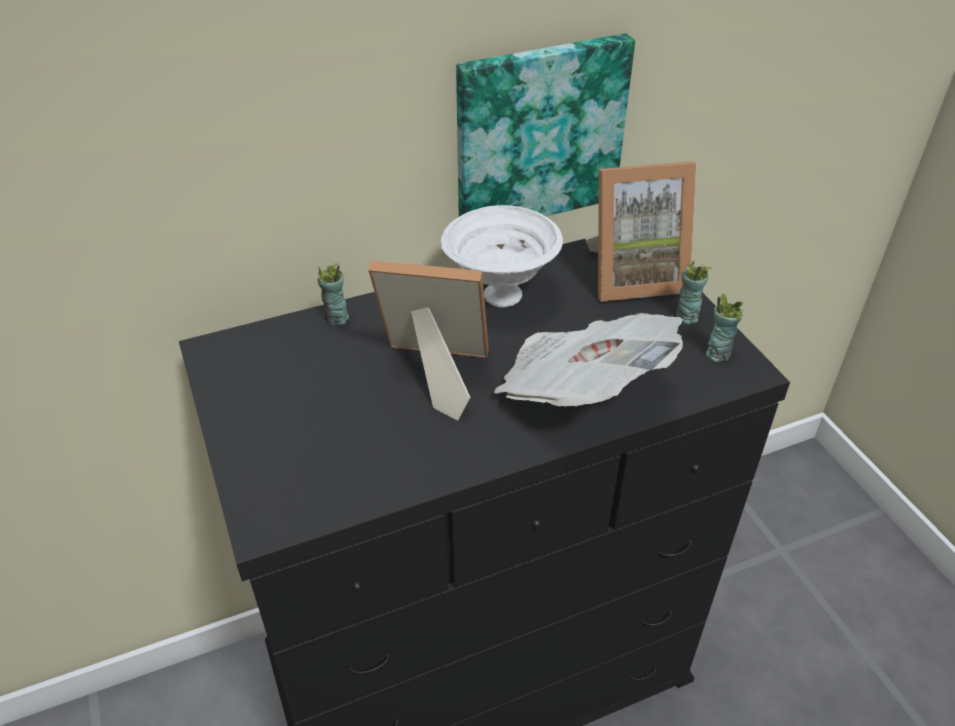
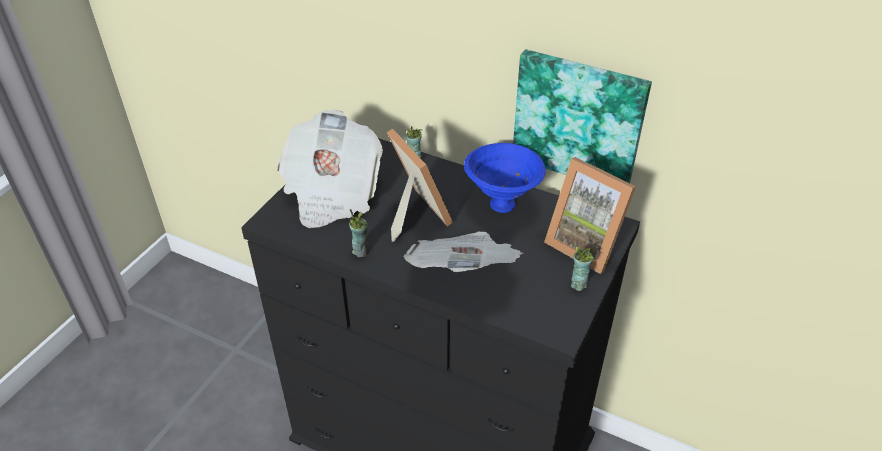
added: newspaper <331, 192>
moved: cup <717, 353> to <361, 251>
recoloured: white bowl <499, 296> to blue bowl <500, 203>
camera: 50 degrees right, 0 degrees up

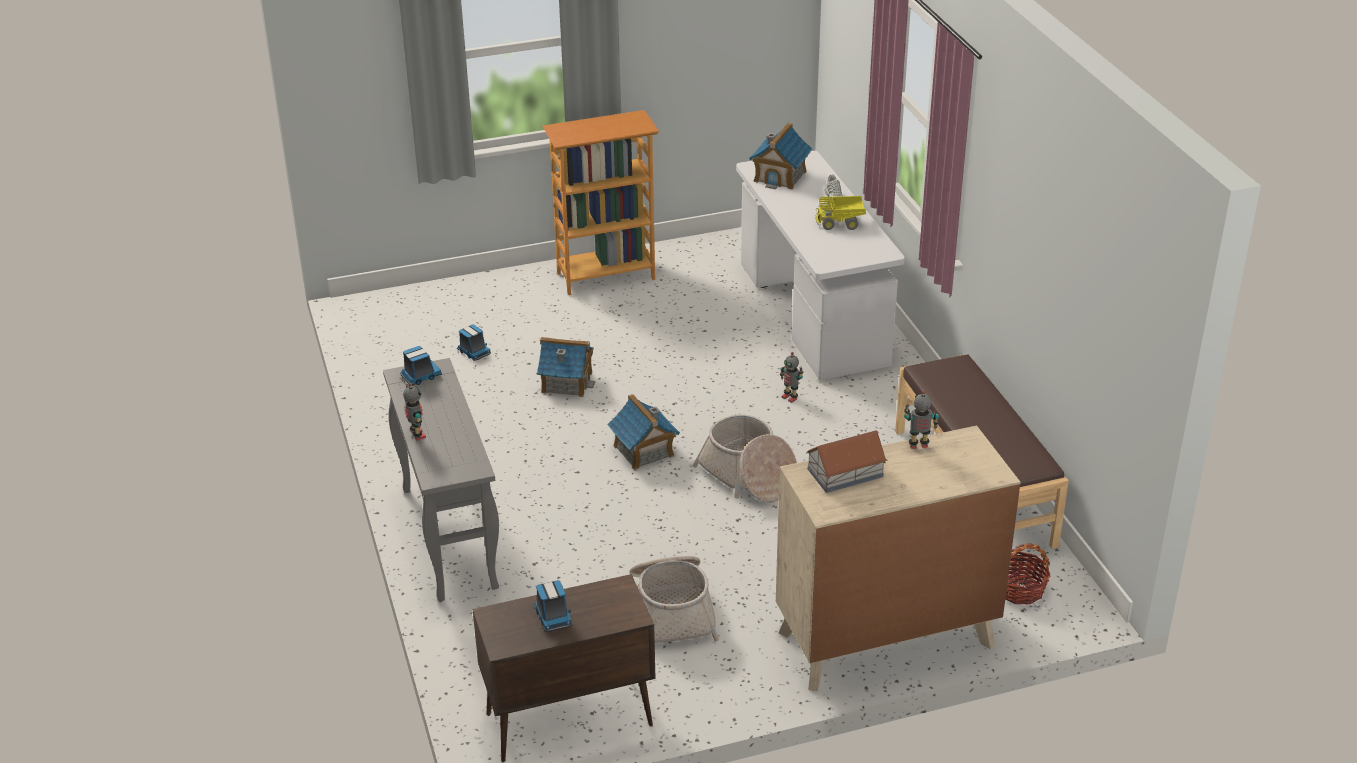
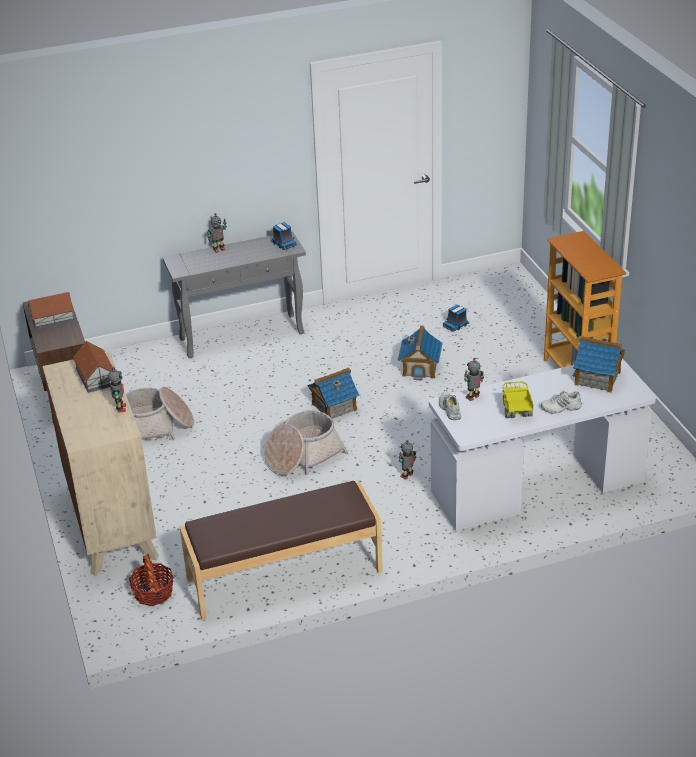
added: toy robot <473, 397>; white shoe <449, 409>
replaced: toy truck <553, 616> to toy house <53, 319>
camera: 90 degrees right, 0 degrees up

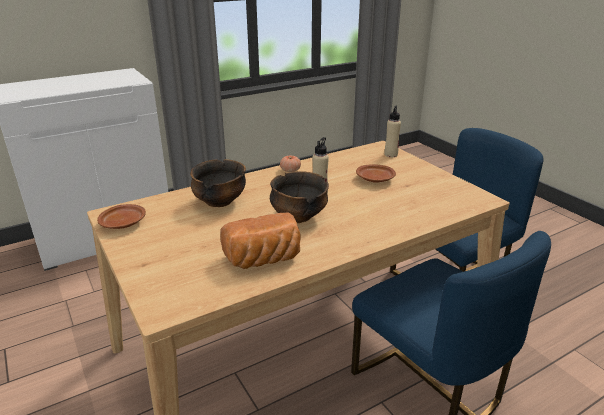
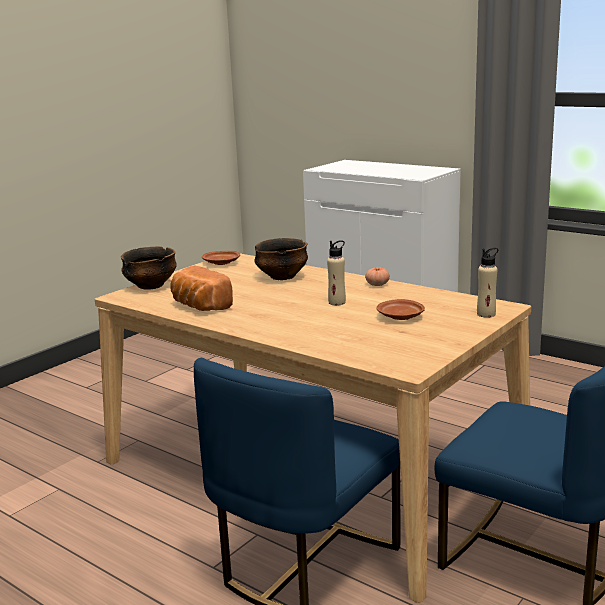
moved: bowl <298, 217> to <151, 286>
camera: 70 degrees right, 10 degrees down

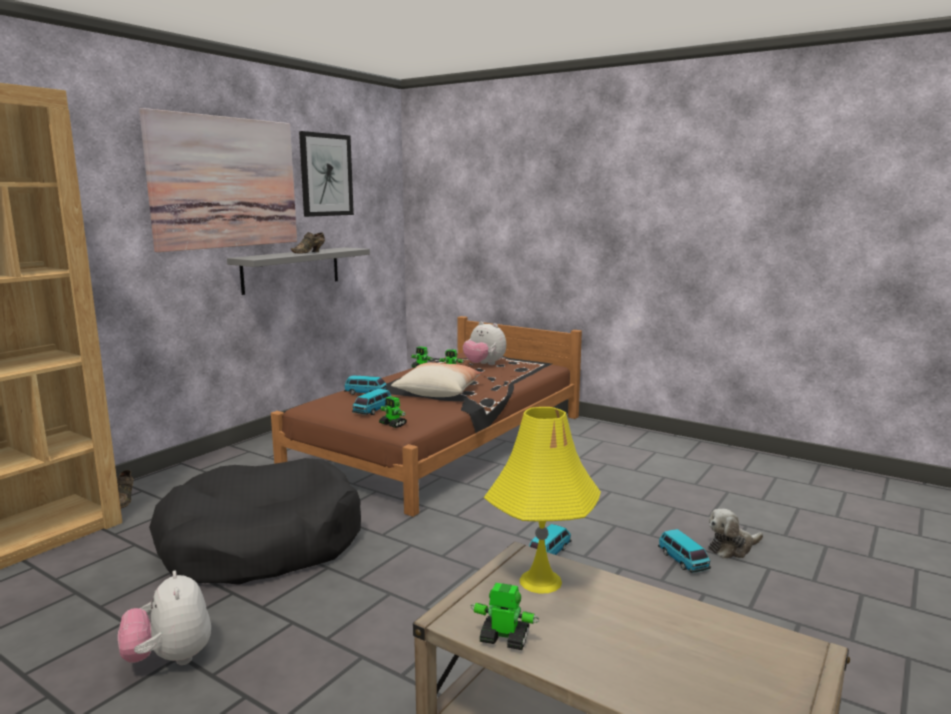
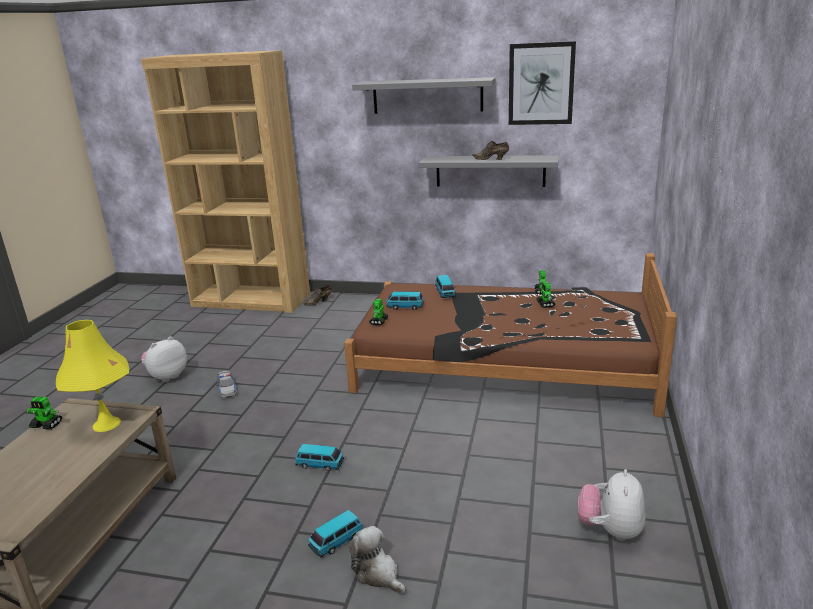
removed: pillow <438, 392>; black dog bed <261, 544>
added: toy car <227, 389>
moved: plush toy <484, 364> to <610, 530>
replaced: picture <225, 182> to grey shelf <427, 96>
turned: toy robot <504, 638> = <47, 425> 105 degrees clockwise
camera: 70 degrees right, 10 degrees up

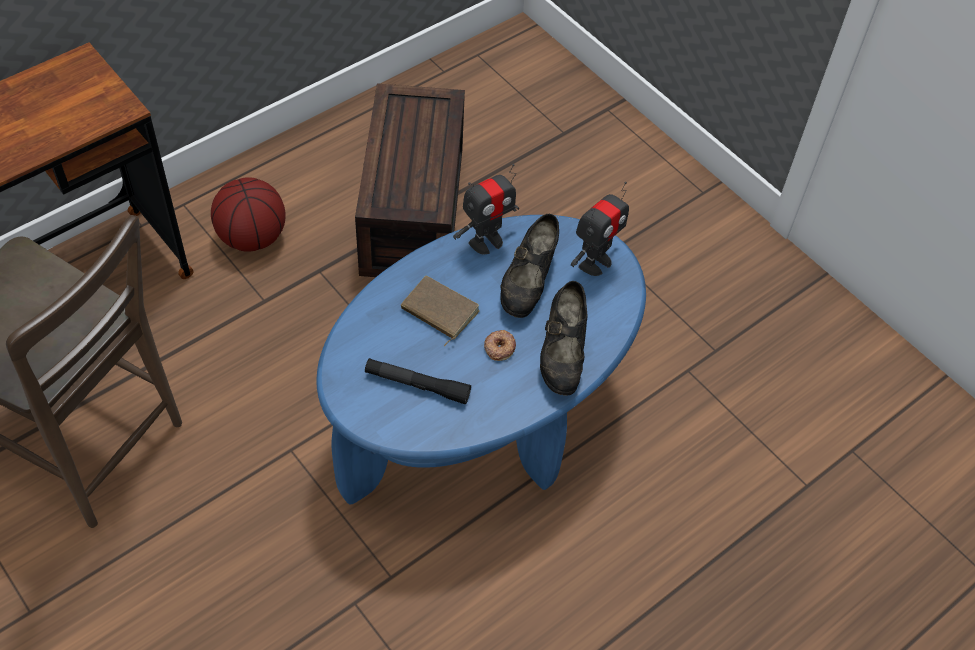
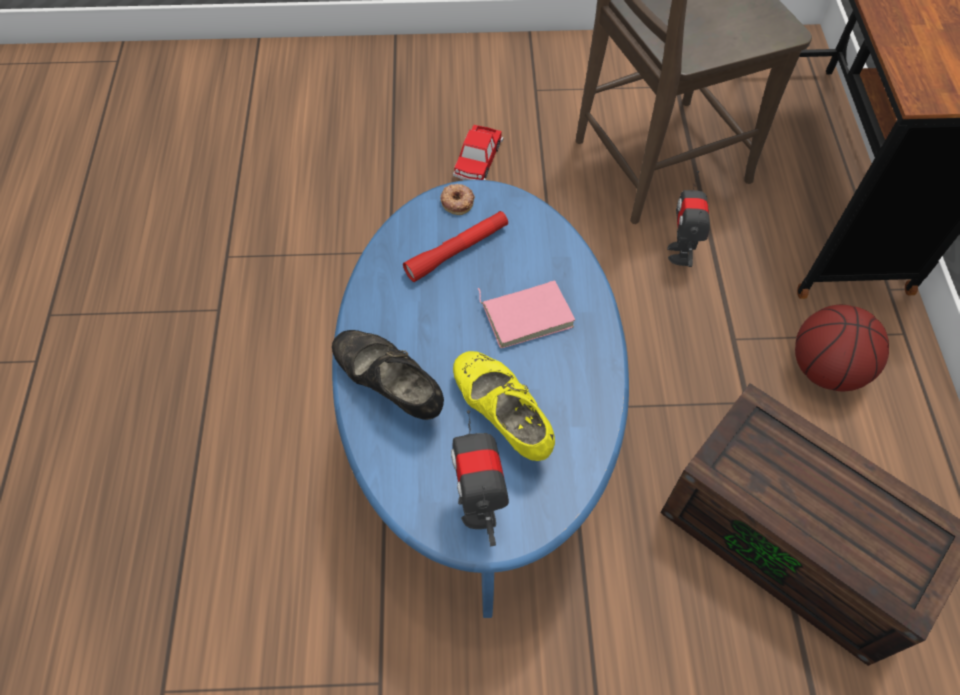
added: toy car <478, 160>
moved: toy robot <486, 241> to <680, 253>; donut <499, 347> to <457, 201>
recoloured: black shoe <528, 283> to yellow shoe <502, 417>; brown book <438, 311> to pink book <527, 314>; black flashlight <417, 385> to red flashlight <457, 251>
camera: 130 degrees right, 5 degrees up

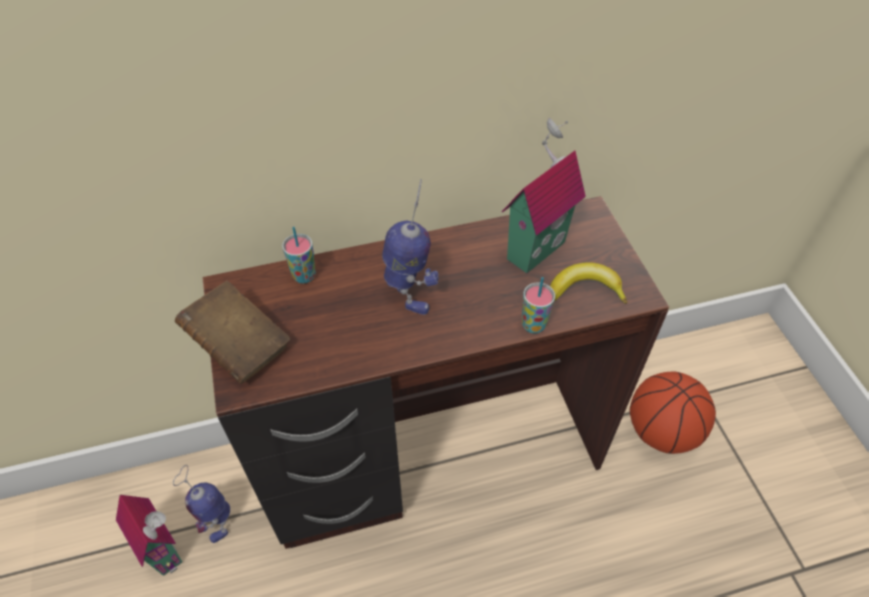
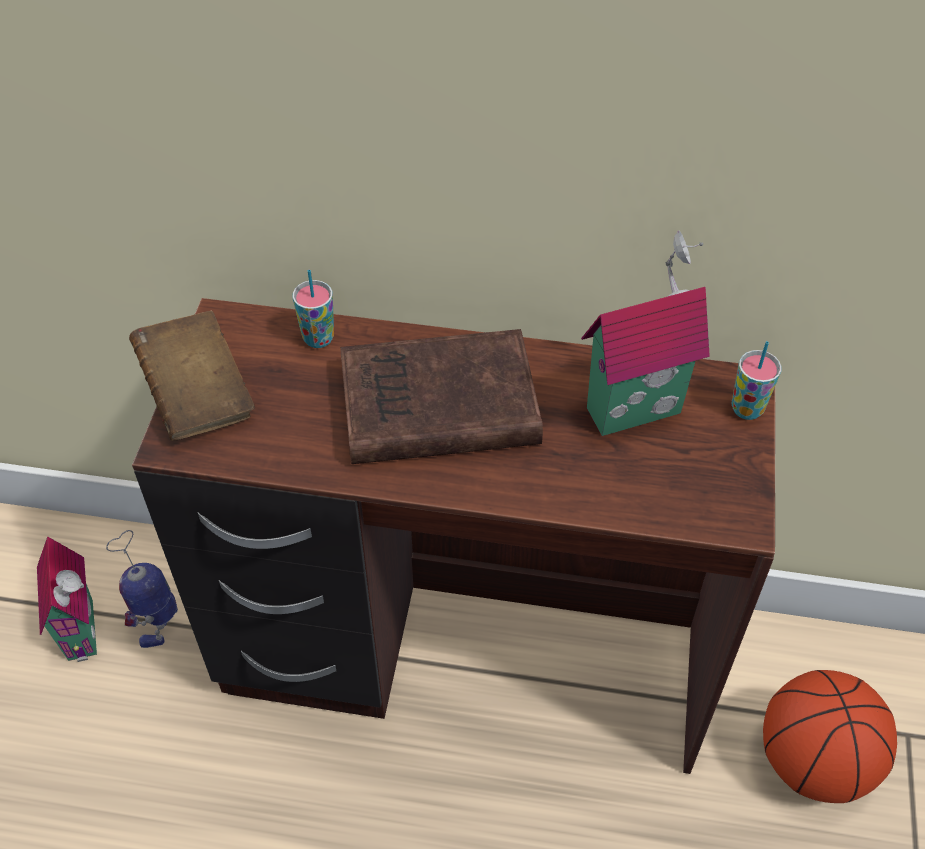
removed: banana <585, 289>
moved: cup <533, 325> to <747, 409>
replaced: toy robot <409, 293> to brown book <433, 406>
camera: 25 degrees right, 0 degrees up

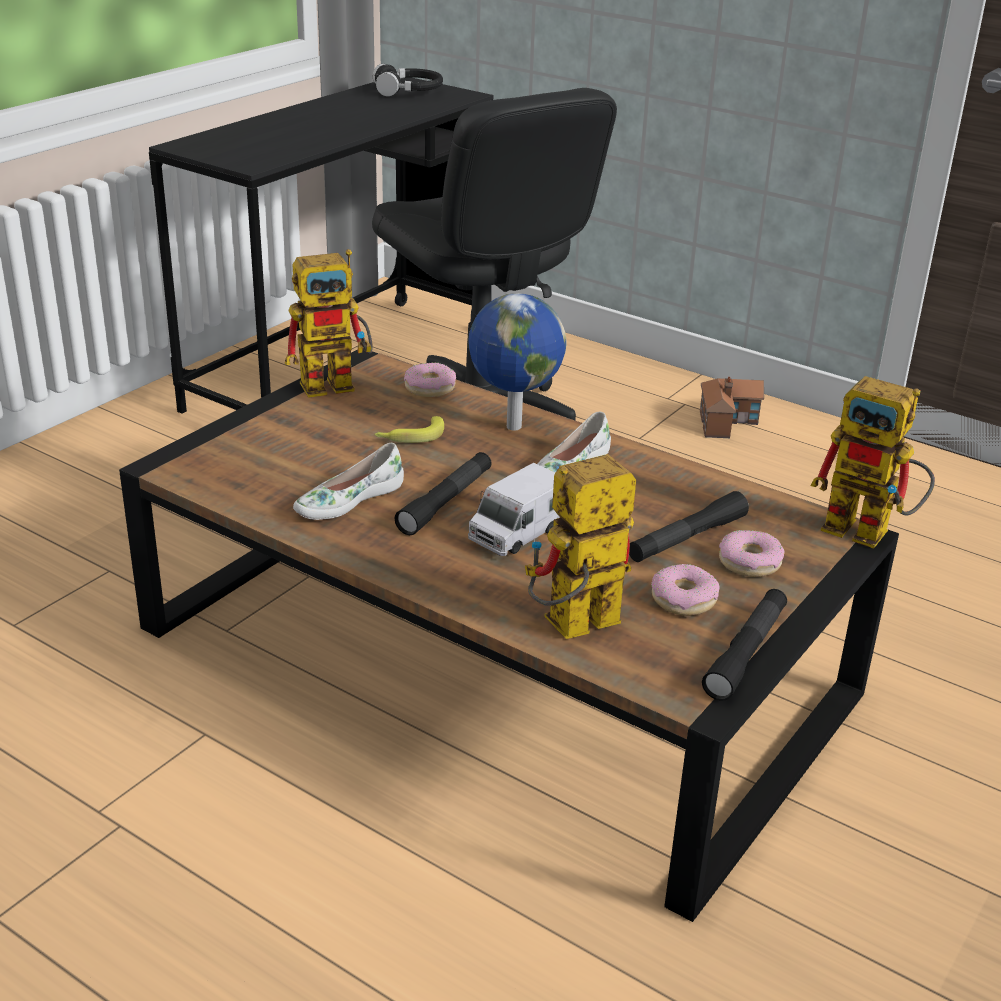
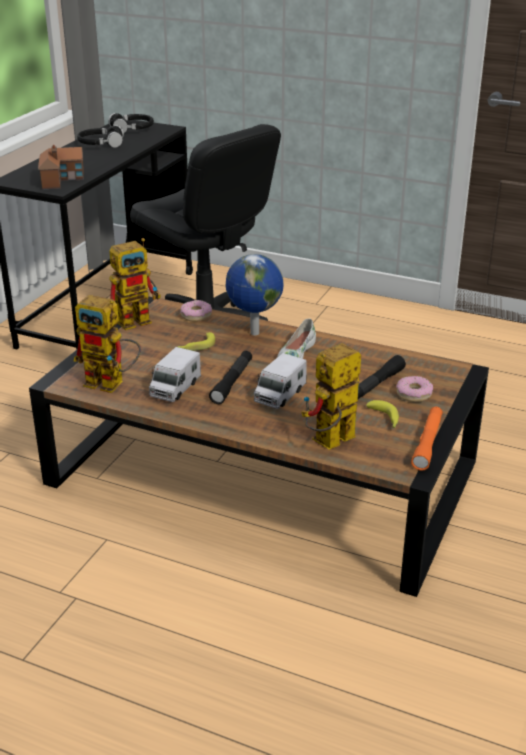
added: black headphones <101, 144>
moved: toy robot <870, 532> to <112, 383>; toy house <727, 420> to <62, 179>
replaced: white shoe <348, 499> to toy truck <175, 388>; donut <683, 599> to banana <385, 419>
recoloured: black flashlight <746, 653> to orange flashlight <427, 443>
camera: 10 degrees left, 0 degrees up

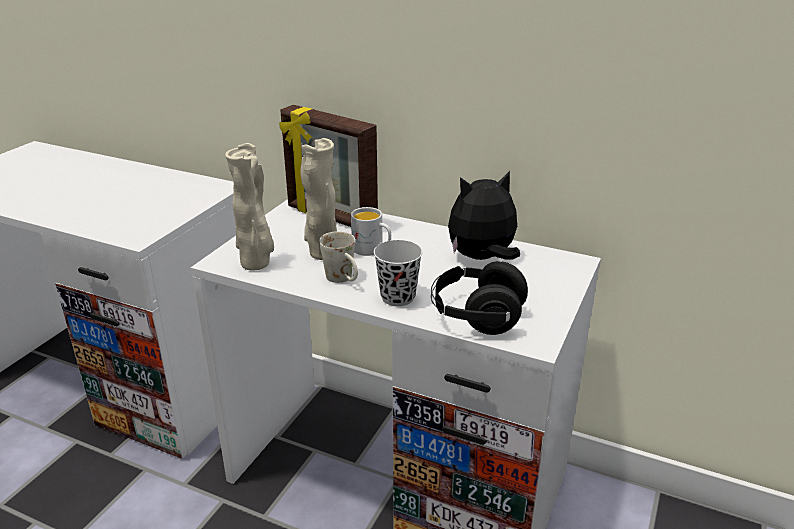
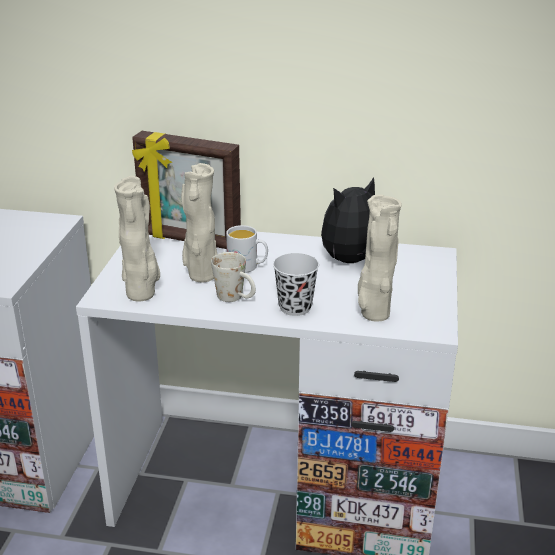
replaced: black headphones <476, 316> to beige vase <374, 315>
camera: 15 degrees left, 0 degrees up

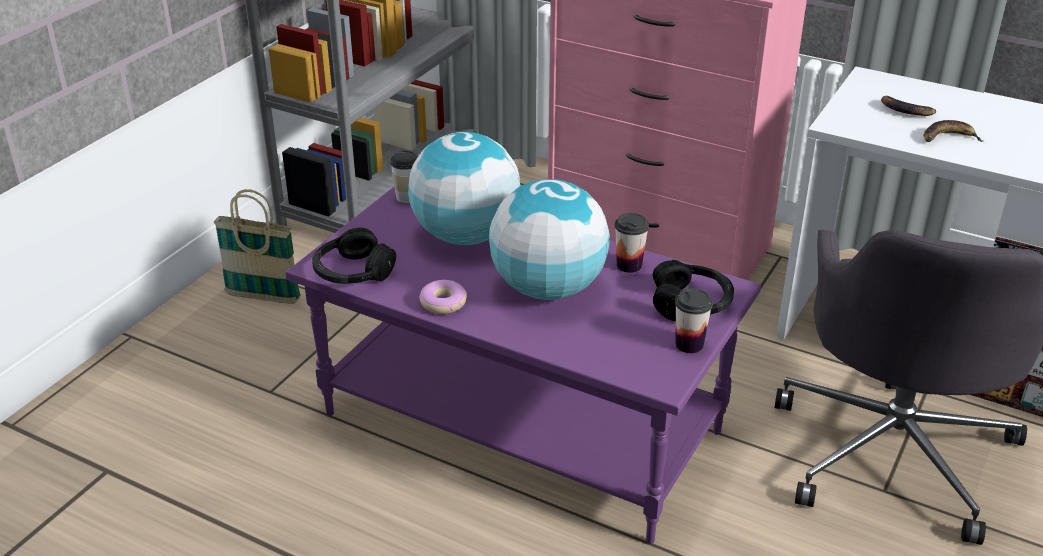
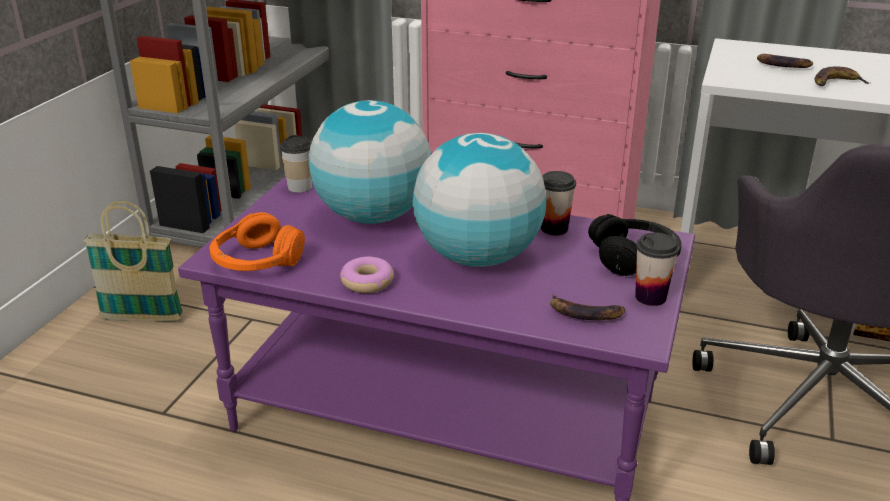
added: banana <585, 313>
recoloured: black headphones <352, 272> to orange headphones <256, 261>
camera: 10 degrees left, 5 degrees down

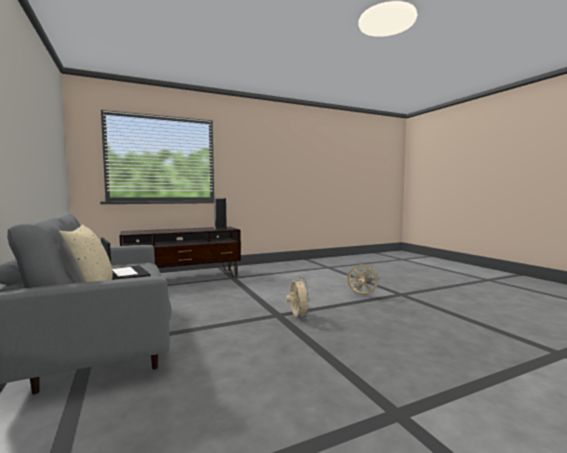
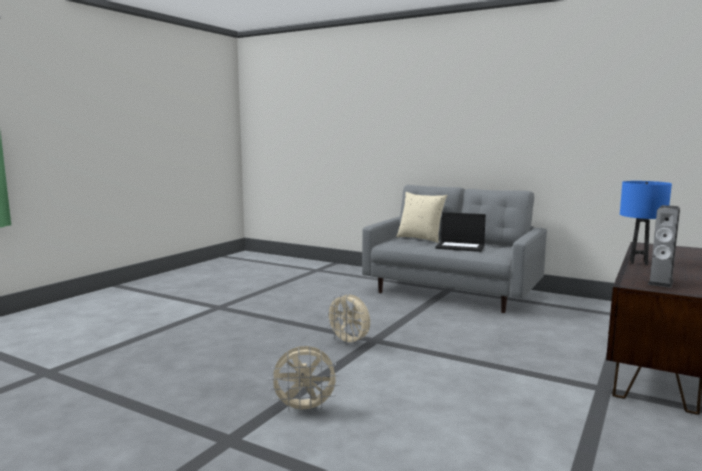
added: blue table lamp <638, 262>
camera: 145 degrees right, 5 degrees up

